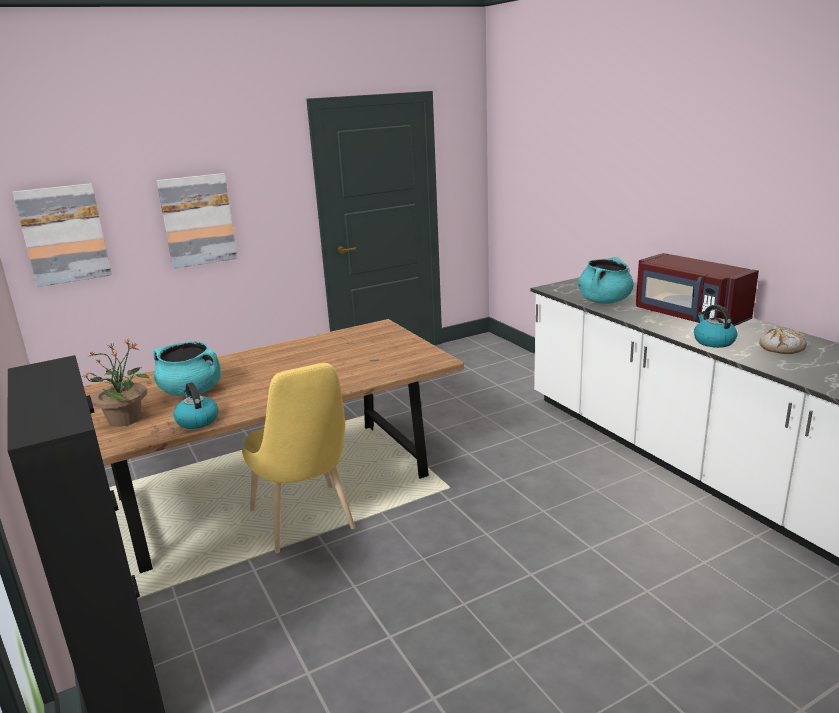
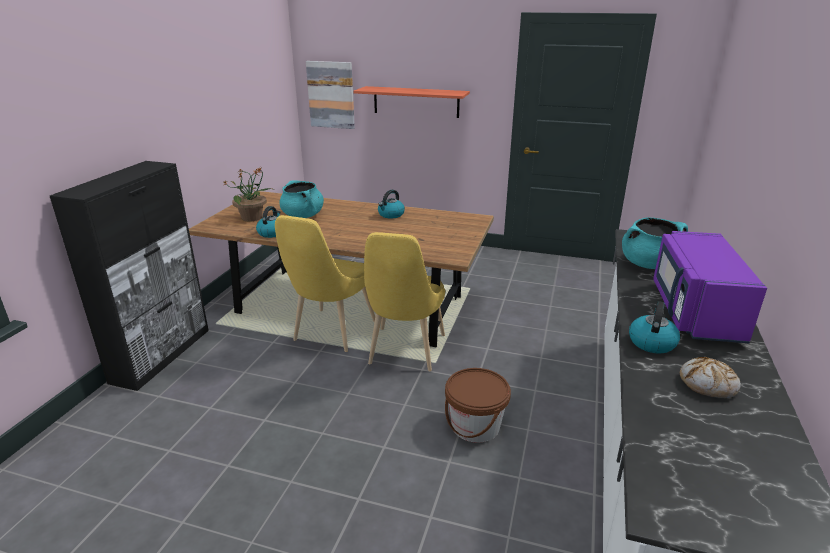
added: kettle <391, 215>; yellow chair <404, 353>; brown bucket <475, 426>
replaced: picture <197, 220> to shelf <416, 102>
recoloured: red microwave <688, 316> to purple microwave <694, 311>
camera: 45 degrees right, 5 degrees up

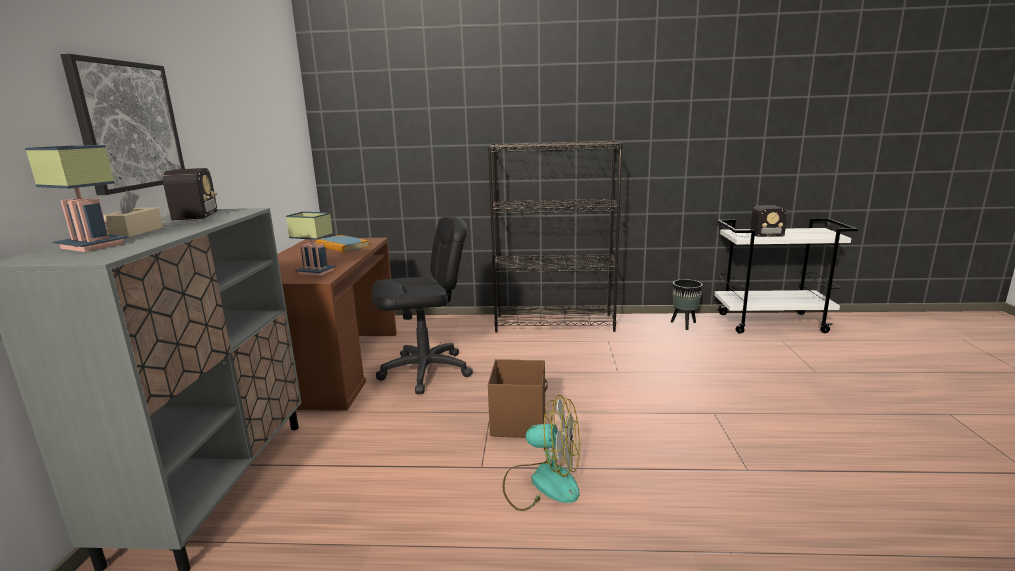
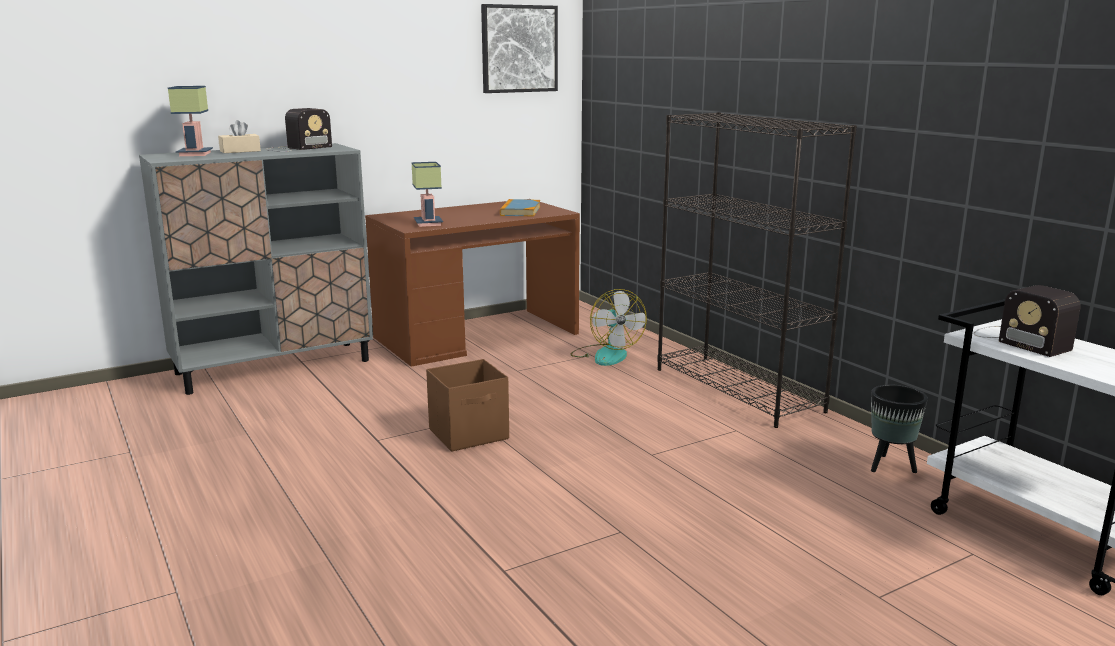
removed: black office chair <426, 371>
moved: picture <128, 126> to <519, 49>; fan <542, 482> to <606, 355>
camera: 55 degrees right, 0 degrees up

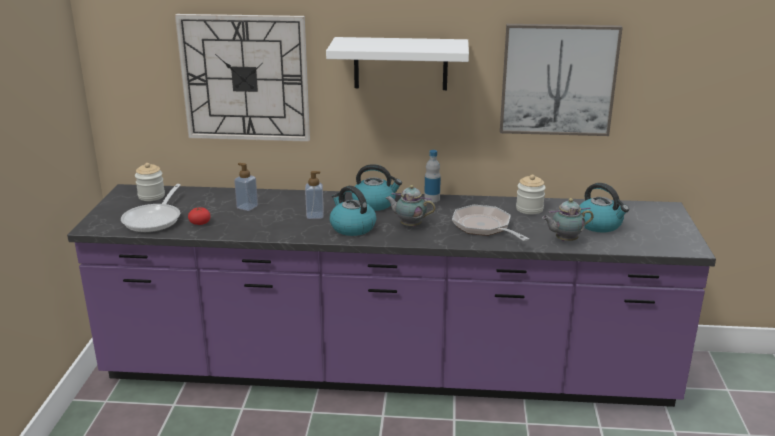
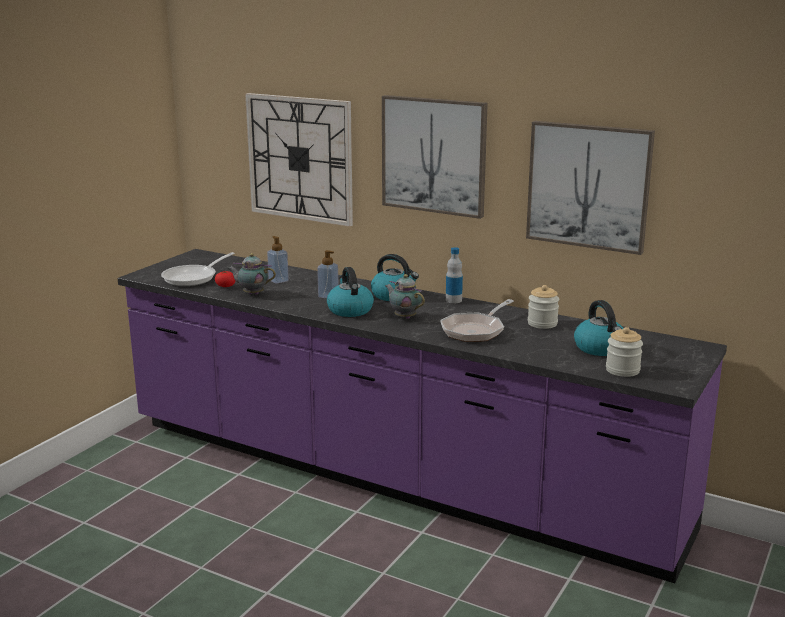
moved: jar <151, 196> to <622, 370>; teapot <564, 240> to <252, 294>
replaced: white shelf <400, 63> to picture <434, 155>
turned: frying pan <484, 227> = <475, 330> 135 degrees counterclockwise
camera: 25 degrees right, 5 degrees down

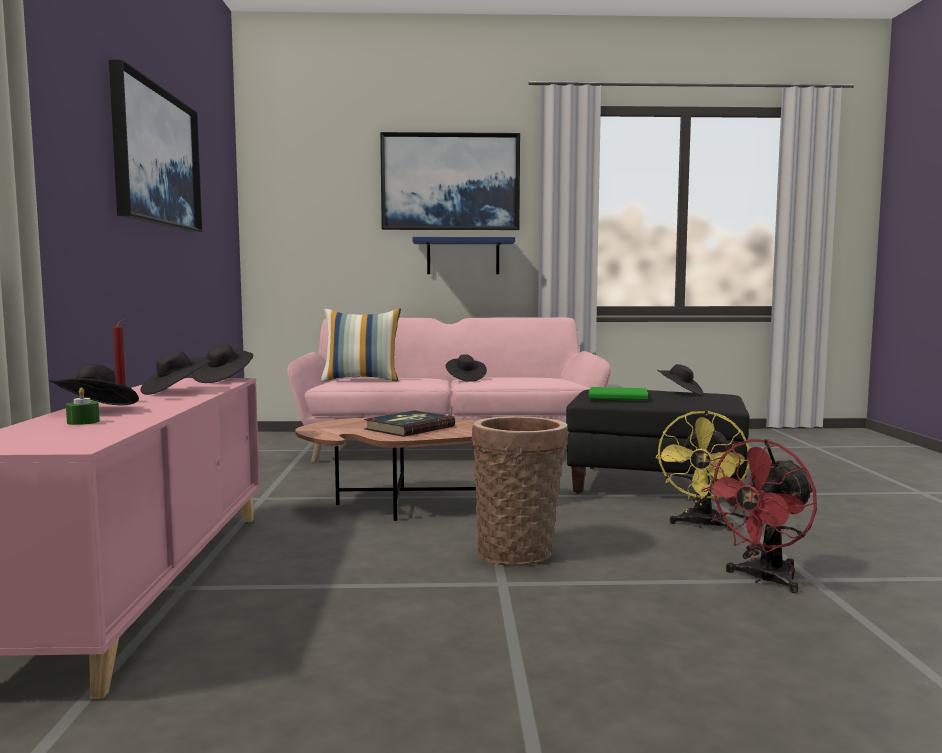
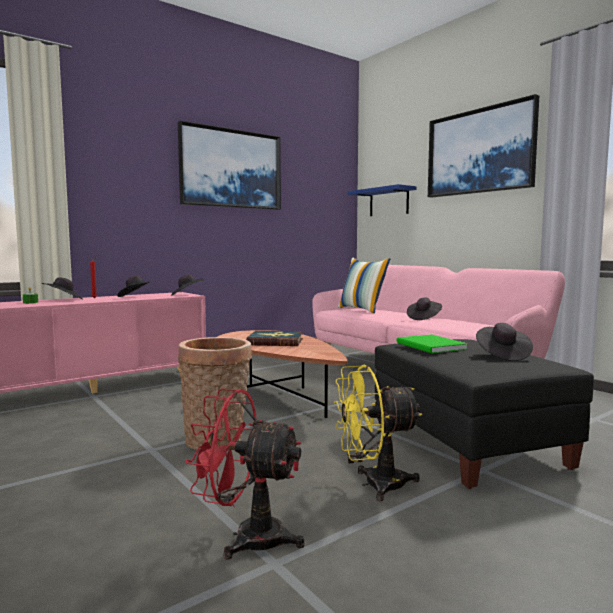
moved: blue shelf <463, 256> to <389, 202>
camera: 55 degrees right, 0 degrees up

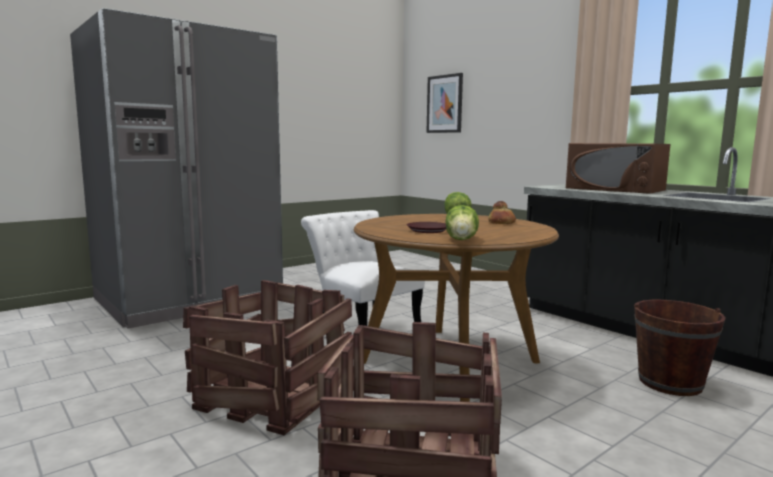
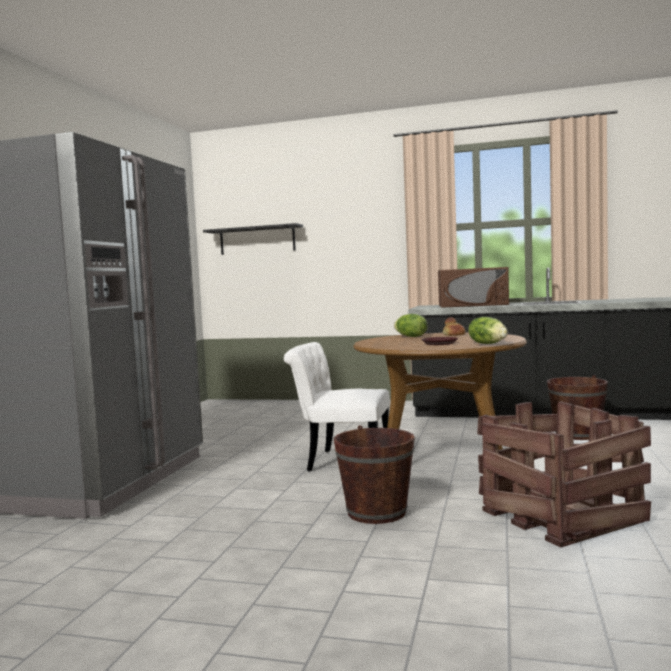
replaced: picture <444, 104> to black shelf <257, 240>; crate <275, 396> to brown bucket <376, 512>
camera: 35 degrees left, 5 degrees down

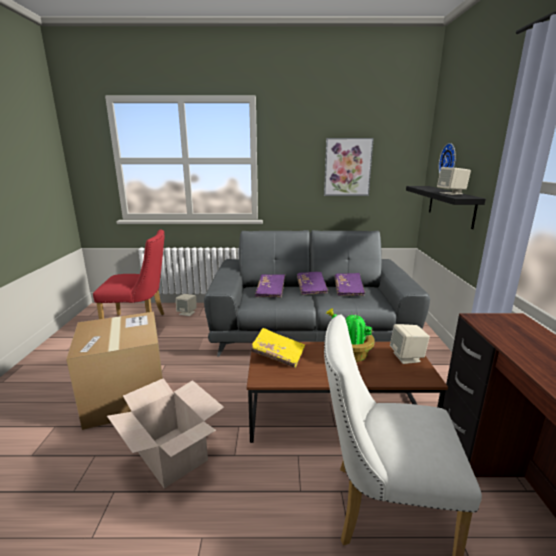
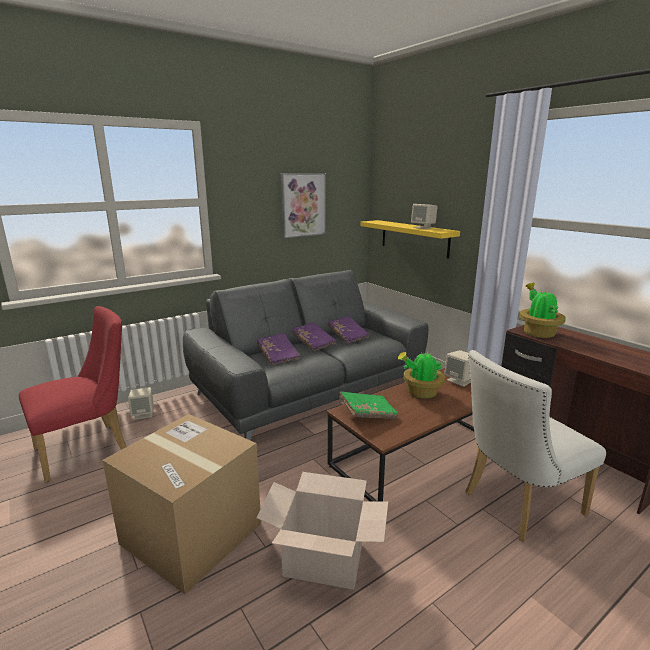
removed: wall clock <449, 161>
added: potted plant <537, 333>
recoloured: black shelf <450, 205> to yellow shelf <414, 238>; yellow book <278, 355> to green book <368, 414>
camera: 35 degrees left, 0 degrees up

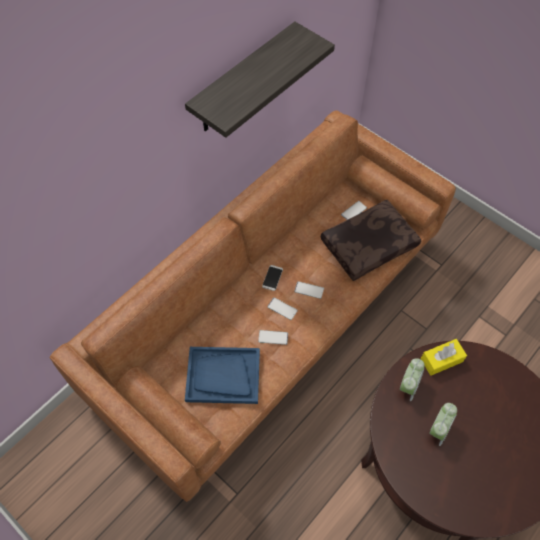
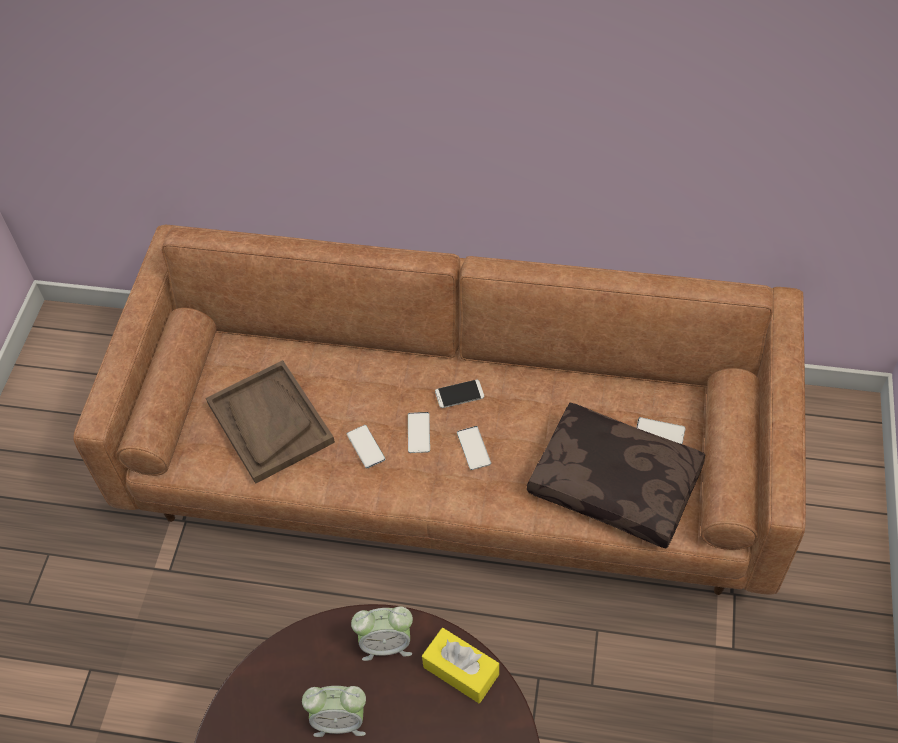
removed: shelf <243, 80>
recoloured: blue tray <223, 376> to brown tray <270, 423>
camera: 60 degrees right, 5 degrees down

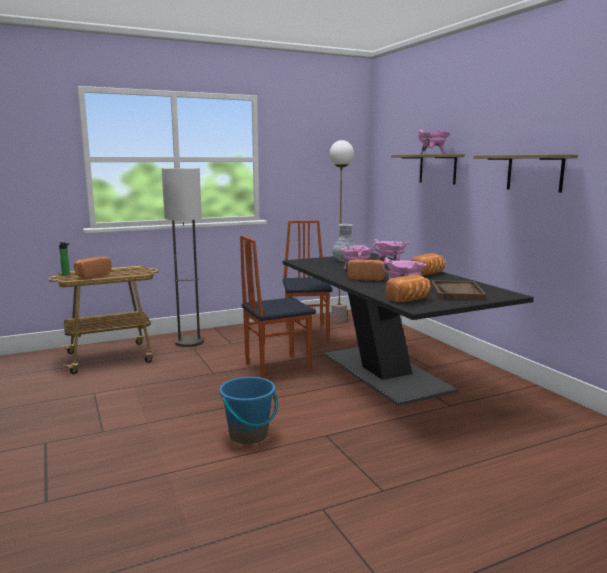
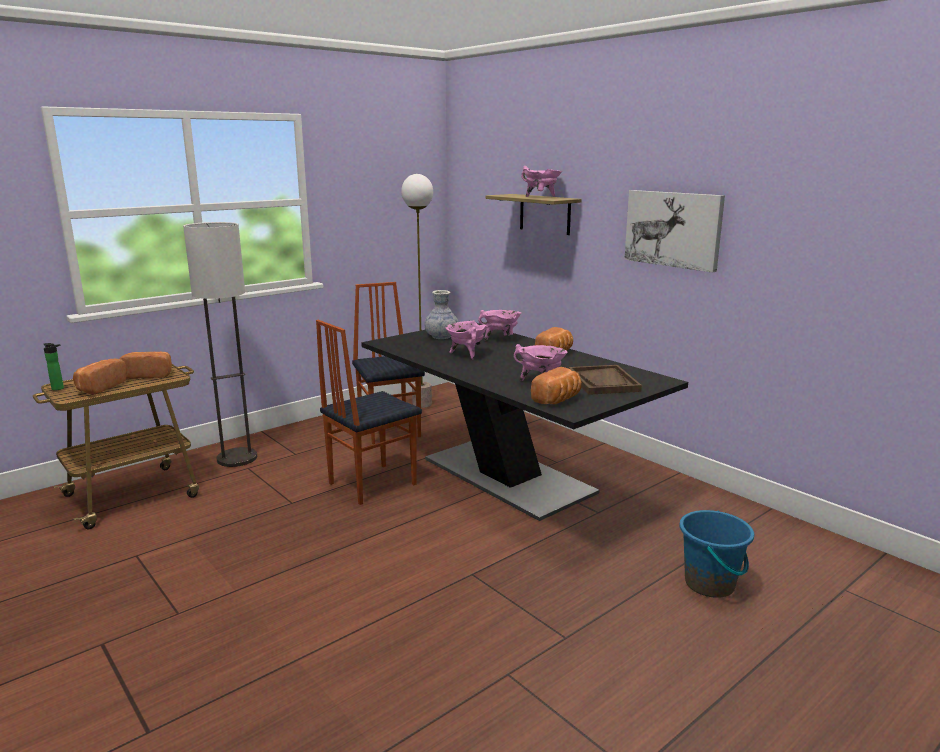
moved: bread <366, 278> to <149, 375>; blue bucket <248, 435> to <710, 584>
replaced: shelf <534, 173> to picture <673, 229>
camera: 15 degrees left, 5 degrees up

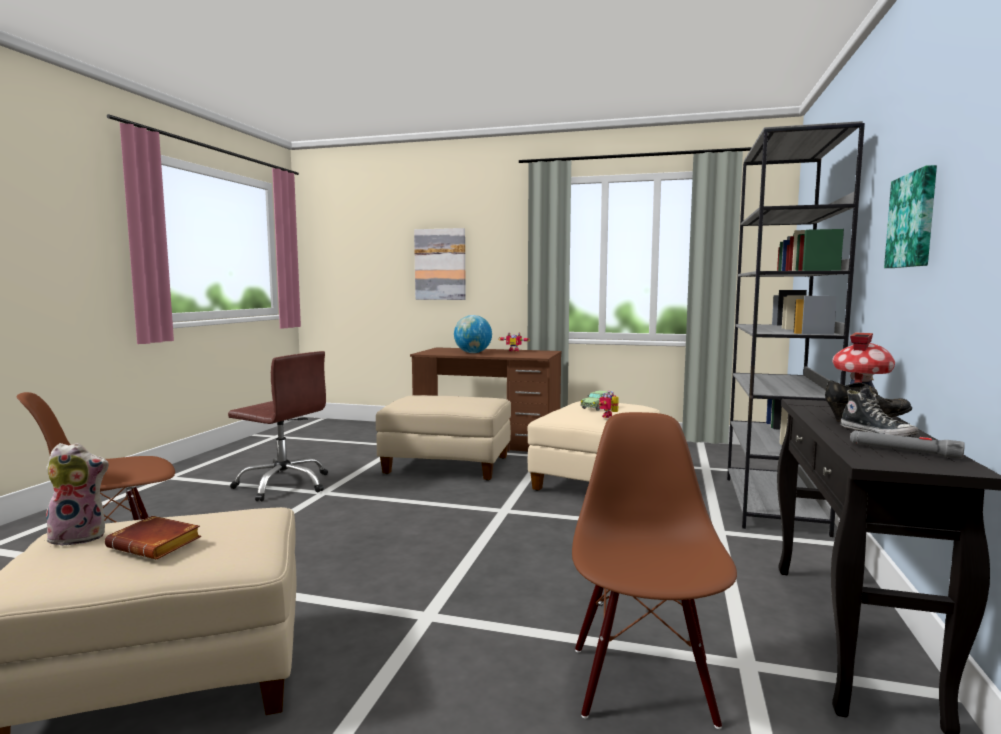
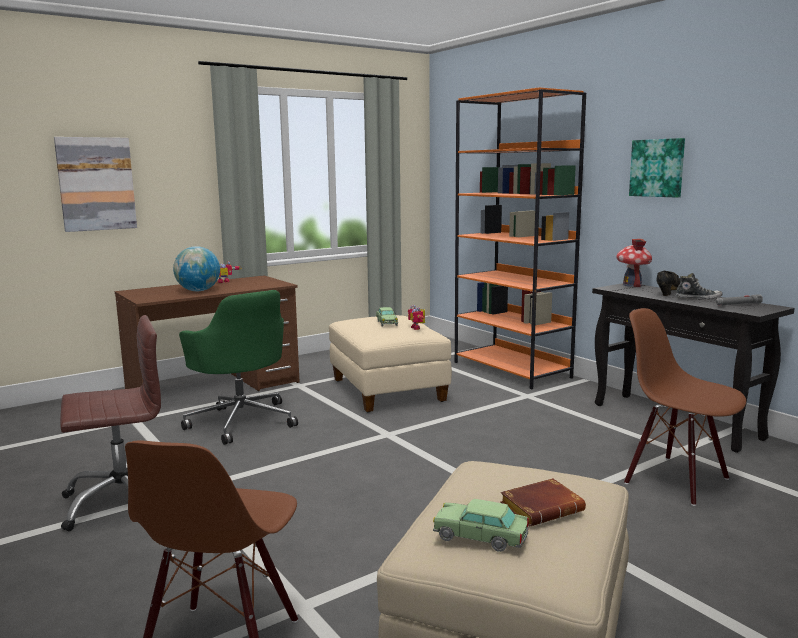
replaced: beige ottoman <446, 466> to green office chair <241, 421>; plush toy <81, 536> to toy car <480, 537>
recoloured: grey bookcase <774, 505> to orange bookcase <512, 370>
camera: 50 degrees left, 5 degrees up

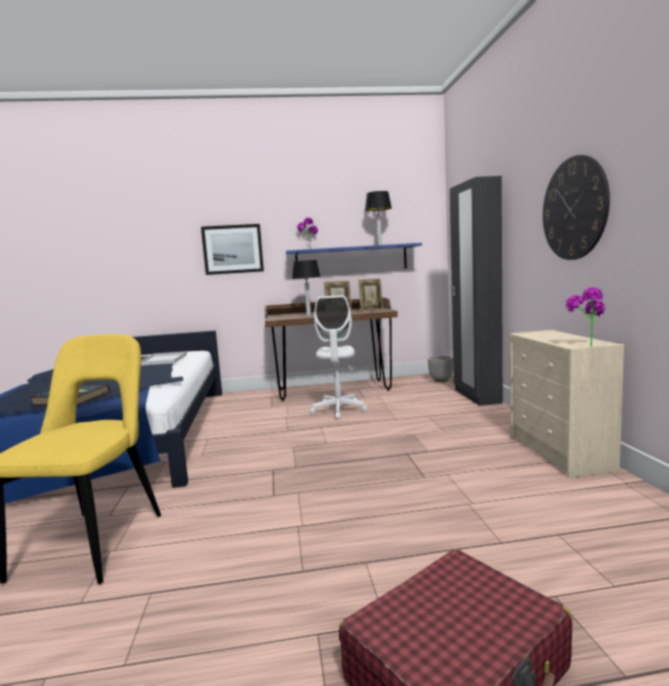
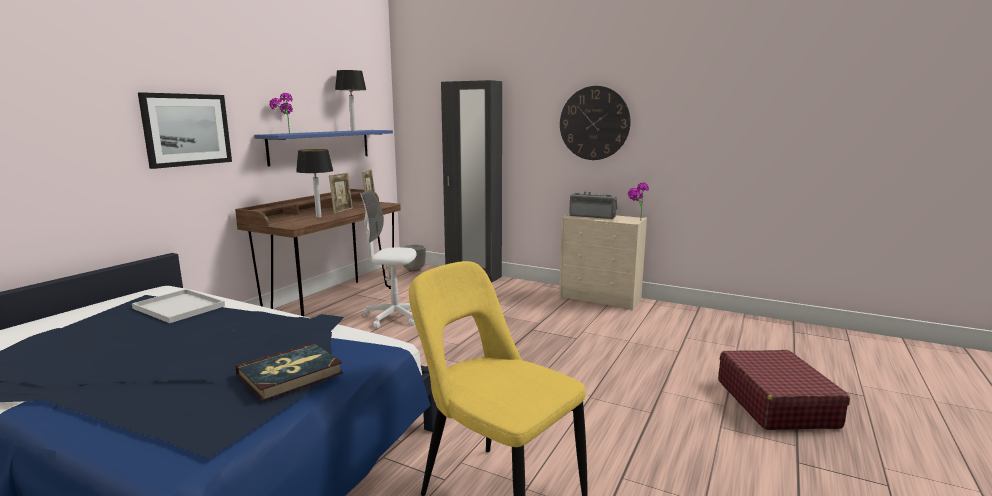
added: radio <592, 216>
turned: white office chair <339, 410> = <394, 317> 150 degrees clockwise
camera: 55 degrees left, 5 degrees up

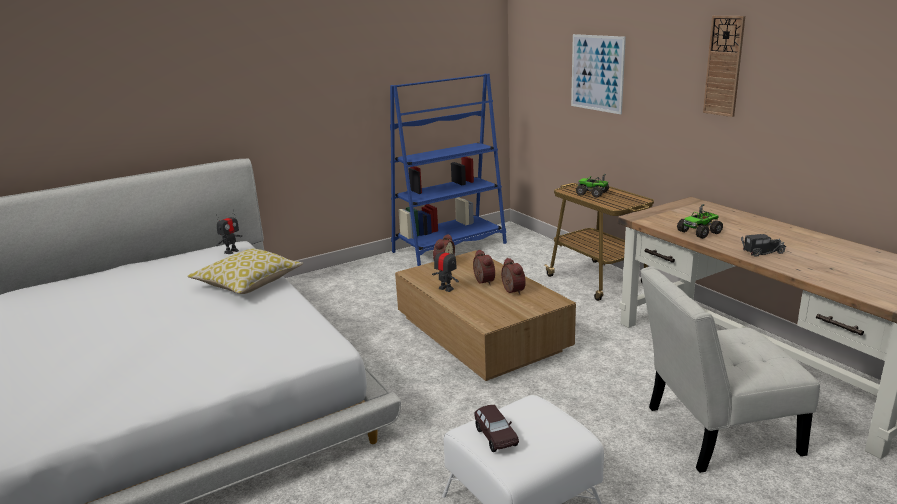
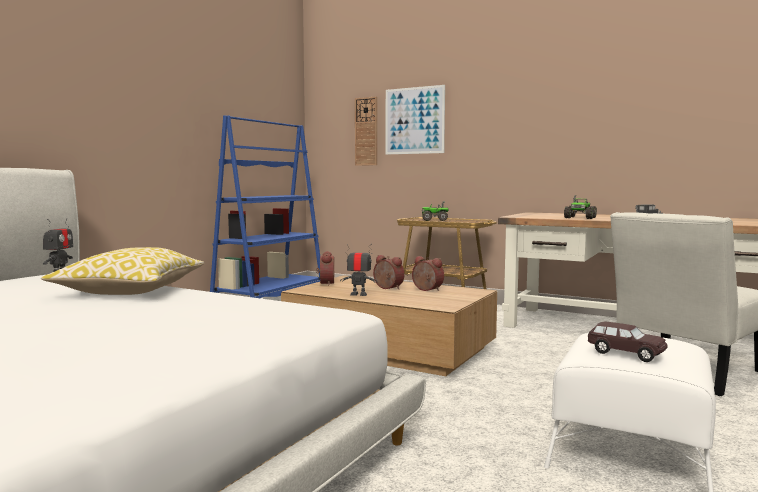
moved: wall clock <724, 66> to <366, 131>
camera: 30 degrees left, 15 degrees down

